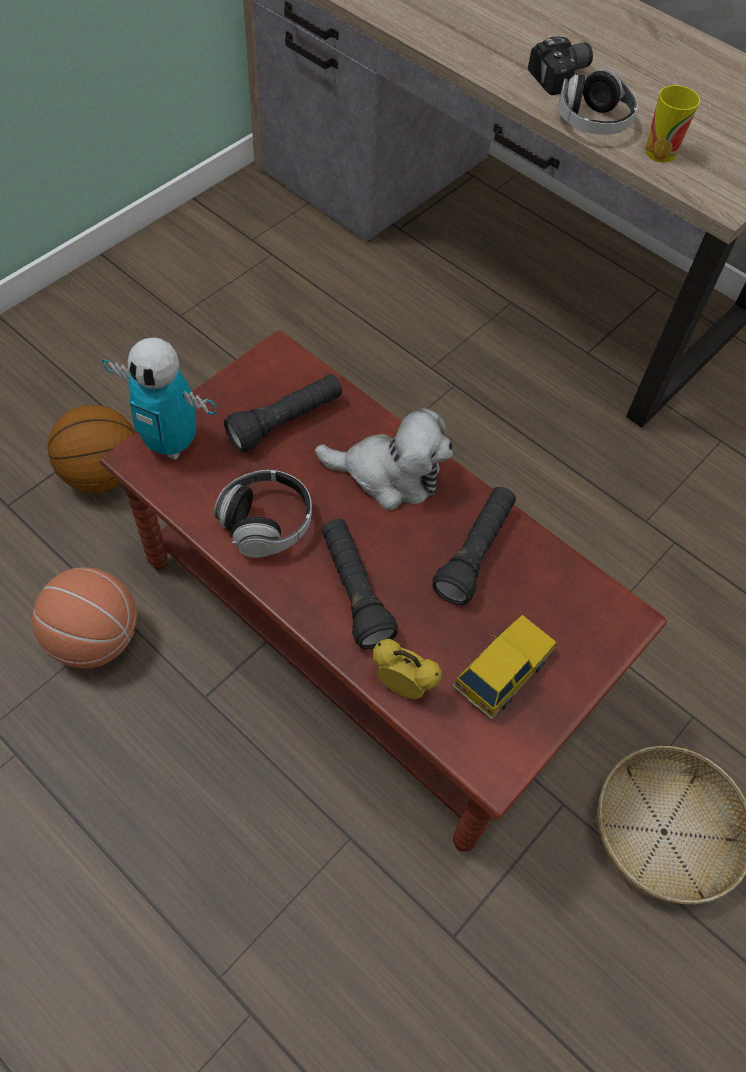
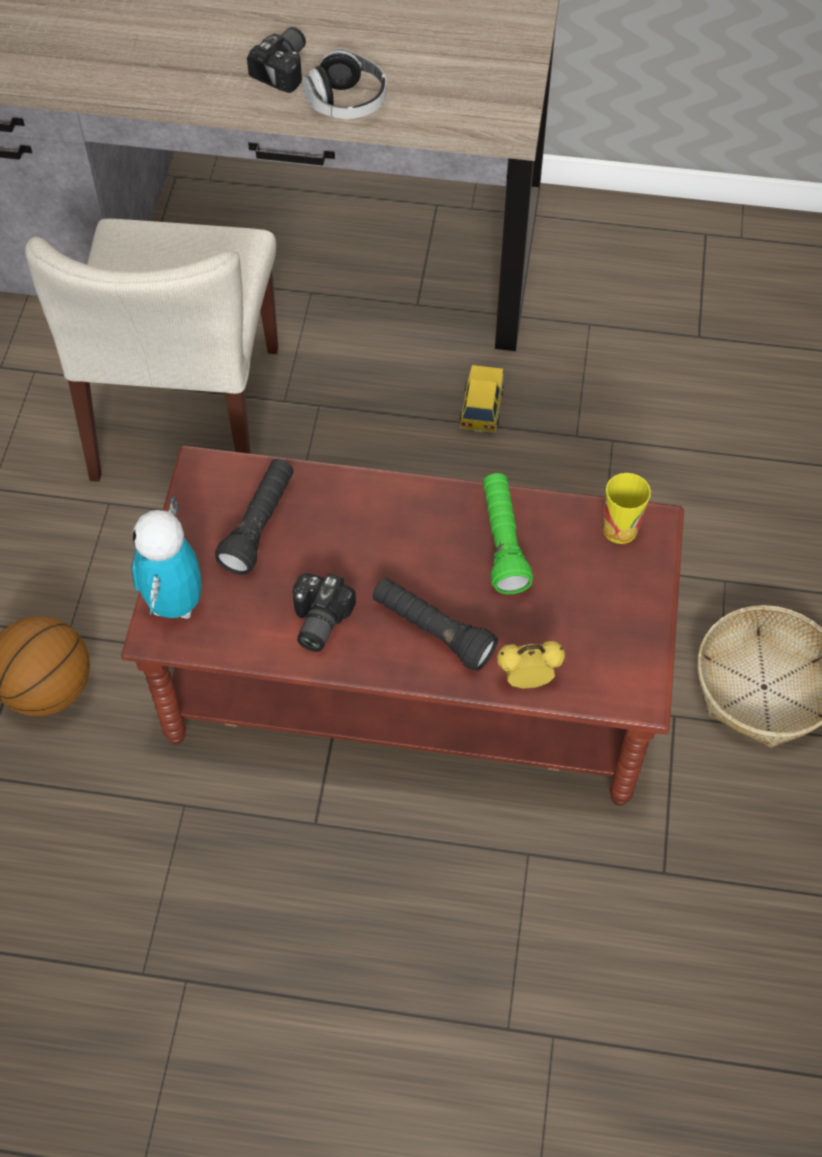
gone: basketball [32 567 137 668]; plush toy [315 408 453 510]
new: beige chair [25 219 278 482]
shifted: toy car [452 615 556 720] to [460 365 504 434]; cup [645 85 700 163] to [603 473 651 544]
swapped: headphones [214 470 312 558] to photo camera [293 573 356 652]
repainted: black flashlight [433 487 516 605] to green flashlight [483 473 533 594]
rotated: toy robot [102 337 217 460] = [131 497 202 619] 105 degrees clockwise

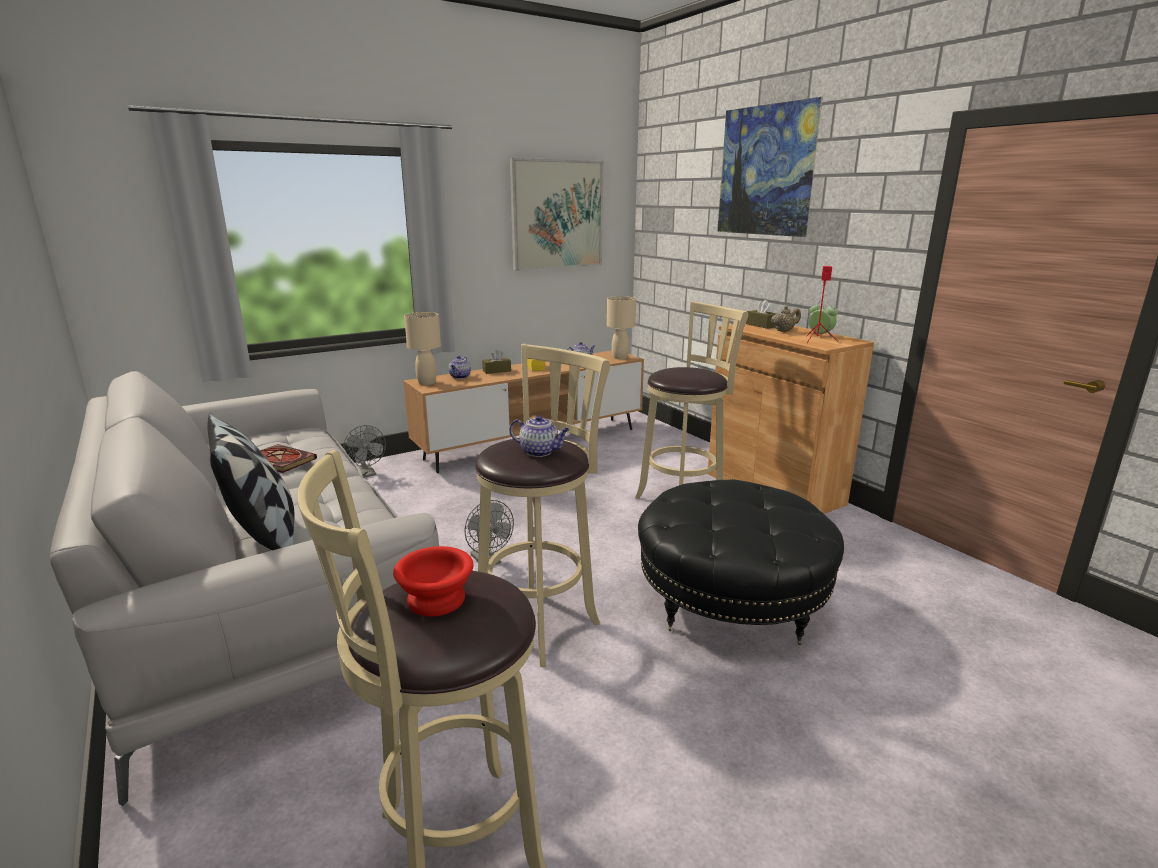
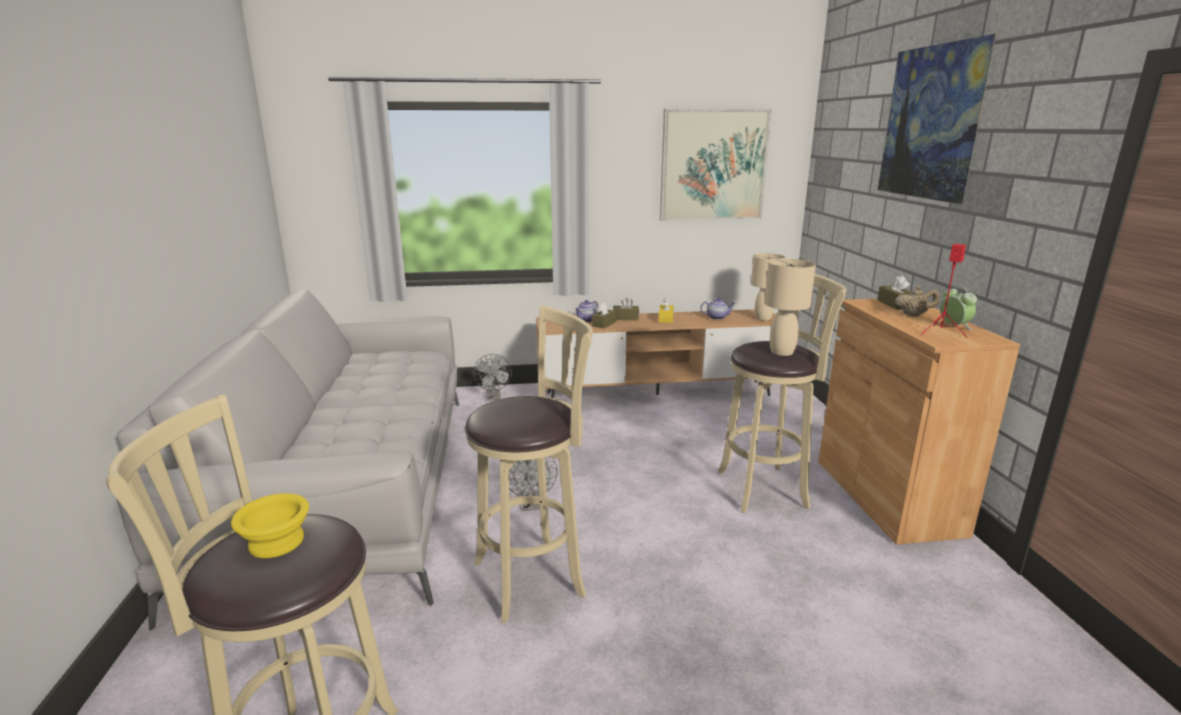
gone: pillow [207 413 295 550]; book [260 444 317 473]; teapot [509 415 570 457]; black ottoman [638 480 844 645]
new: brown tissue box [592 302 617 328]
shifted: beige table lamp [404 312 441 385] to [764 258 816 356]
repainted: red bowl [393 546 473 617] to yellow bowl [231 493 309 558]

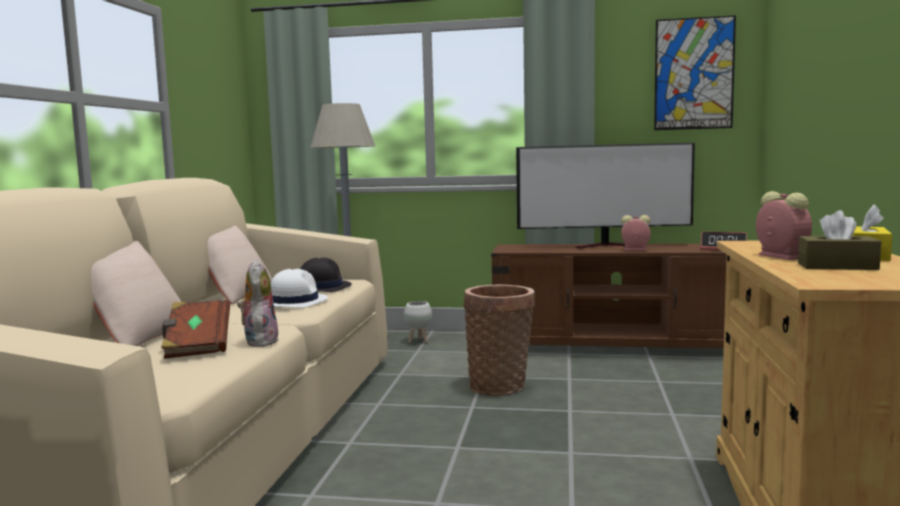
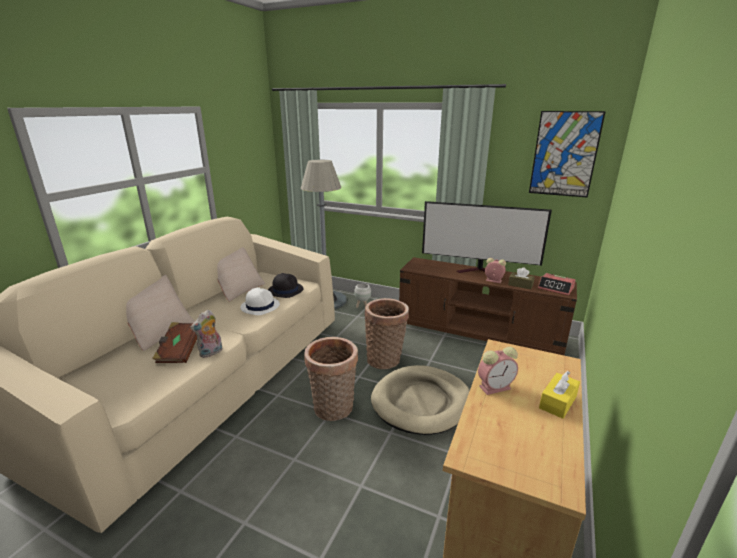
new: basket [304 337 358 421]; beige dog bed [371 365 470 435]
shifted: brown tissue box [798 210 881 270] to [508 267 535 289]
rotated: plush toy [237 259 279 347] = [190 310 222 358] 150 degrees counterclockwise; alarm clock [756 191 812 260] = [478 347 518 395] 75 degrees clockwise

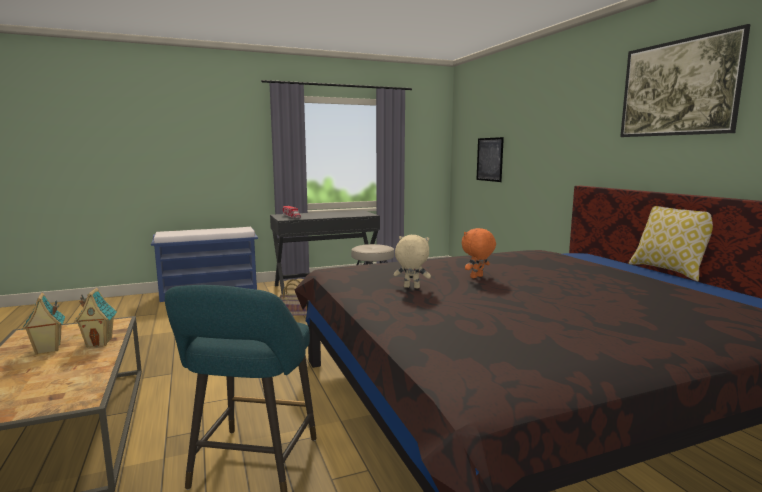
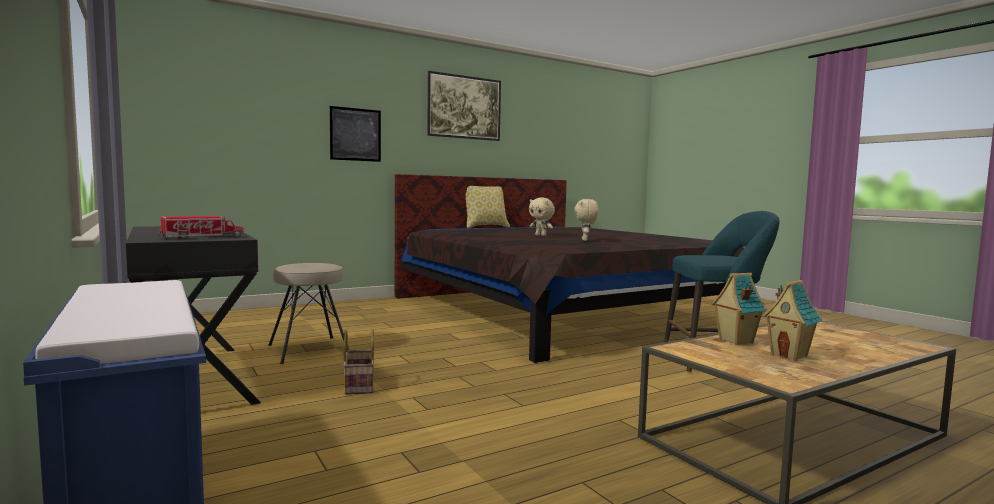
shifted: picture [476 137 504 182] to [330 106 381 162]
repainted: orange plush toy [462 228 496 278] to beige plush toy [529 197 555 236]

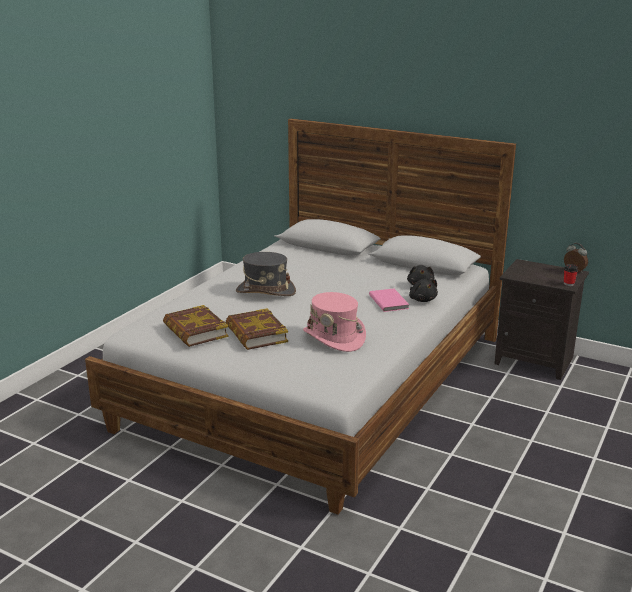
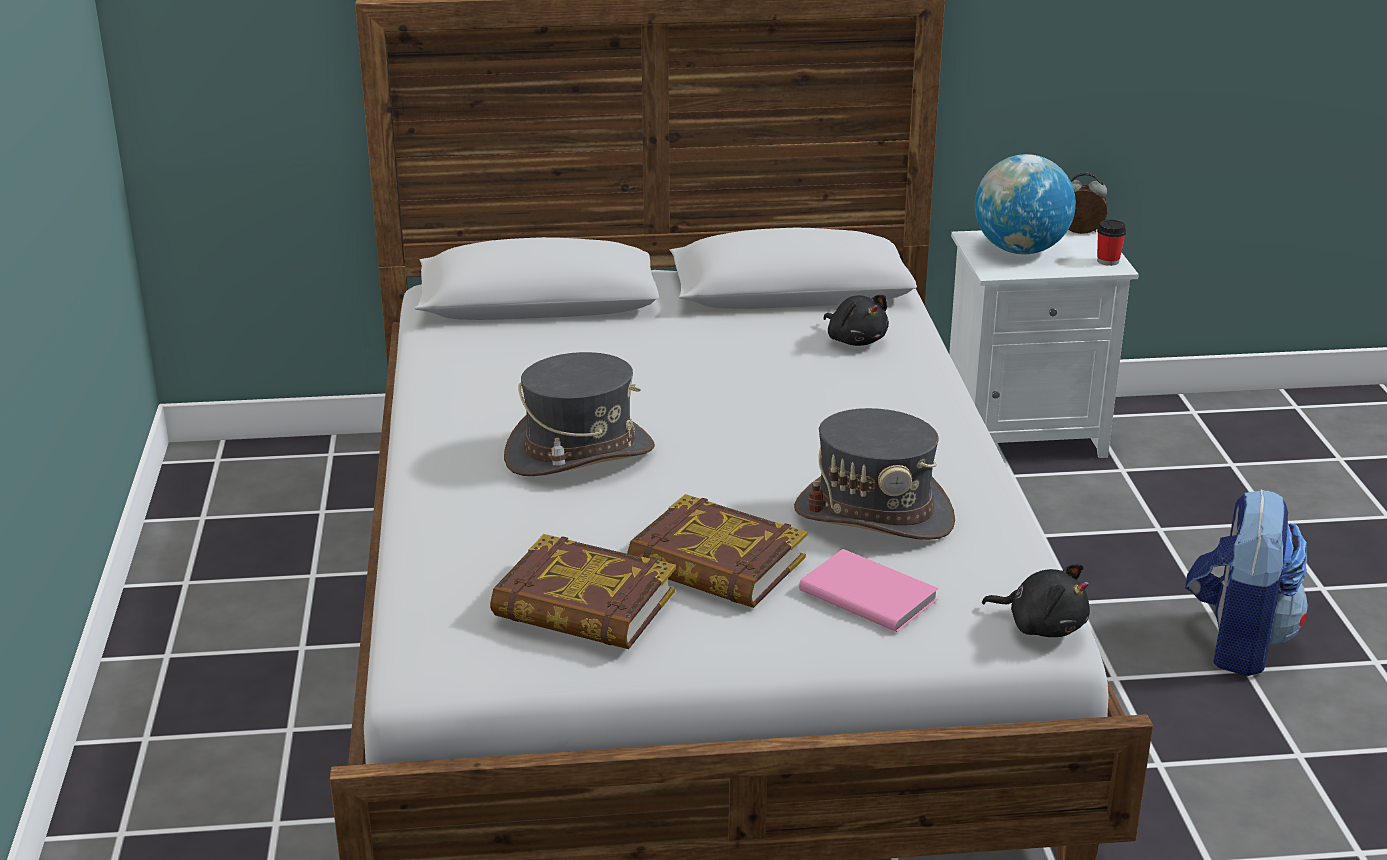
new: globe [975 154 1076 254]; backpack [1185 489 1308 676]
shifted: pink book [369 288 409 312] to [799 549 939 632]; black plush toy [409 279 438 302] to [982 564 1090 637]
repainted: pink hat [303 292 366 352] to grey hat [794 408 955 540]; black nightstand [494 259 589 380] to white nightstand [949 229 1139 458]

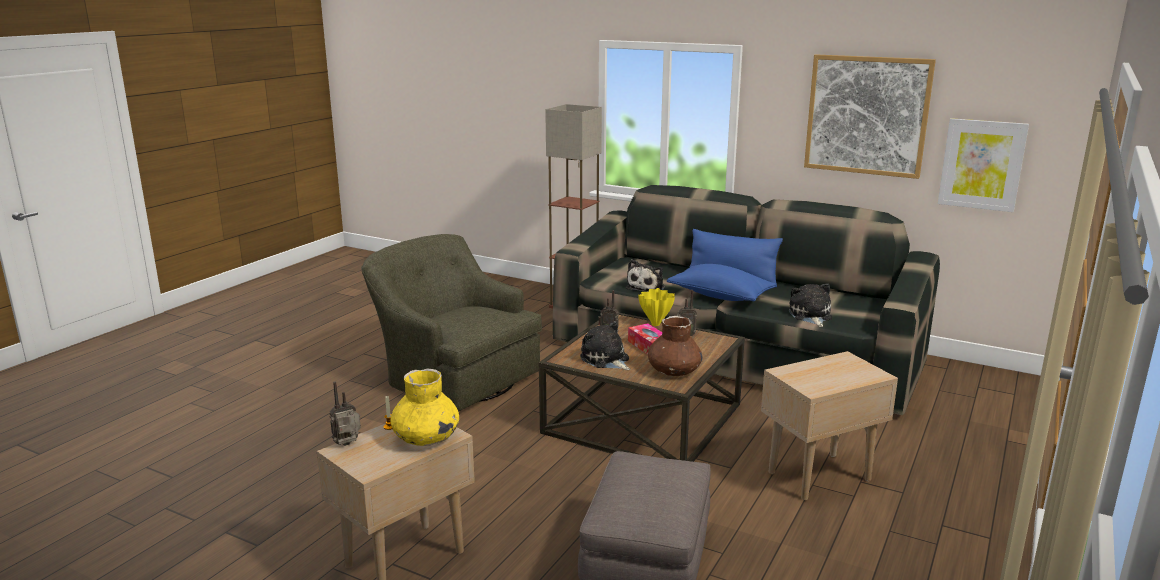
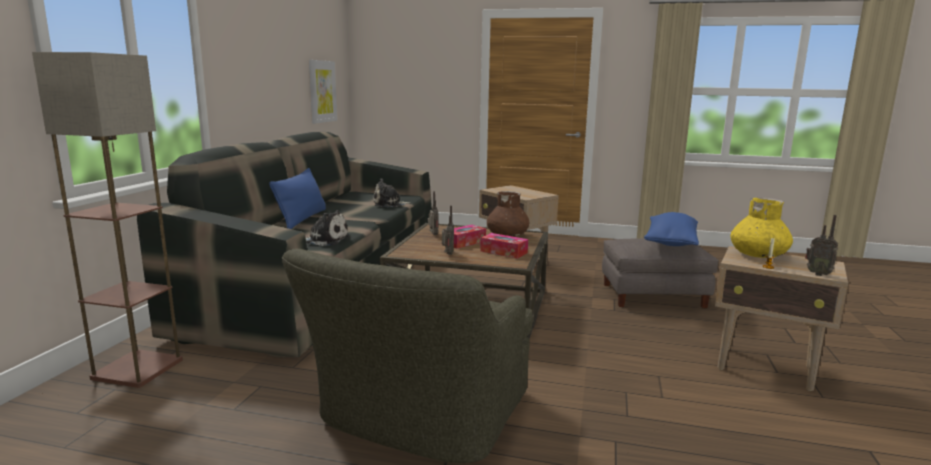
gone: yellow vase [638 288 675 326]; picture [804 54 936 179]
shifted: blue pillow [667 264 776 301] to [644 212 699 246]
swapped: plush toy [580 321 630 370] to tissue box [480 233 528 259]

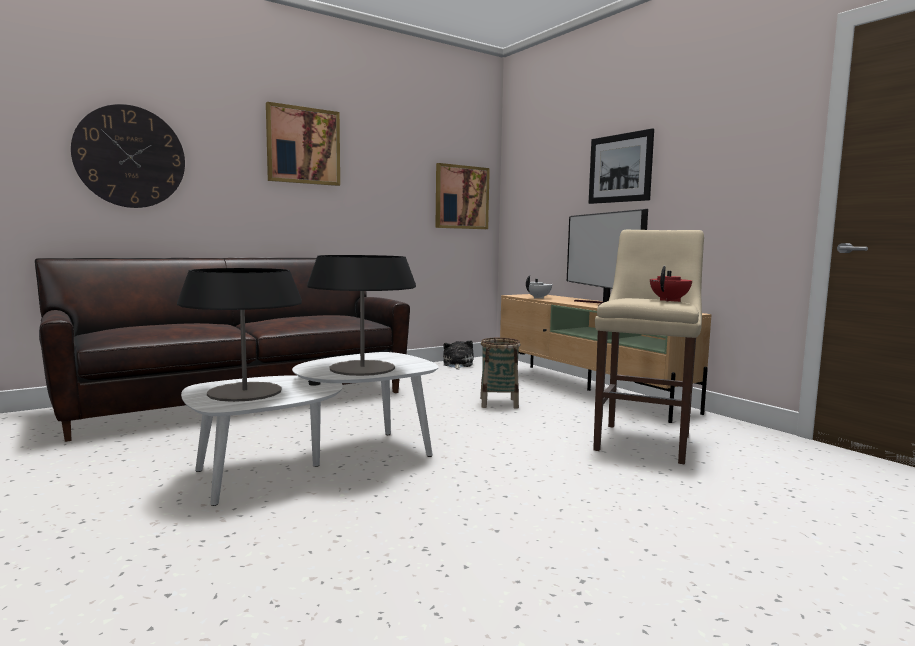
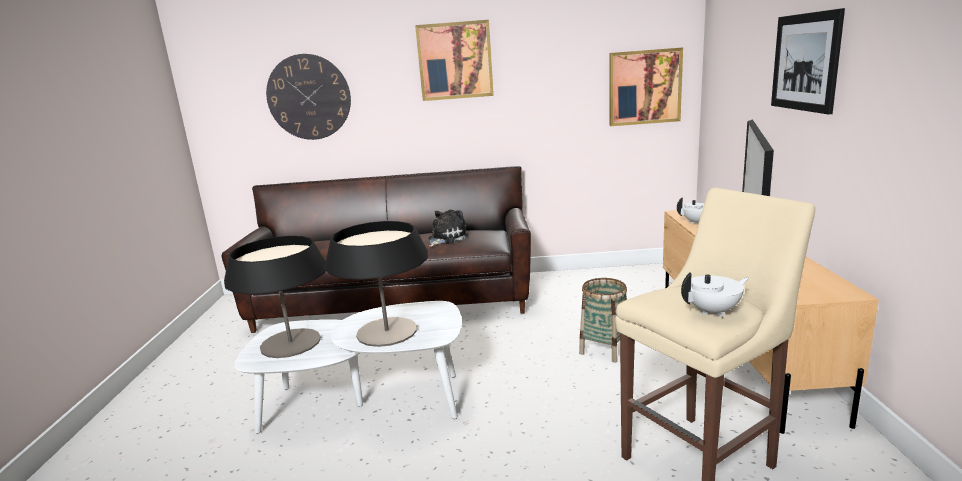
shifted: plush toy [443 340 474 370] to [428 210 469 247]
repainted: red teapot [650 266 692 302] to white teapot [681 272 749 317]

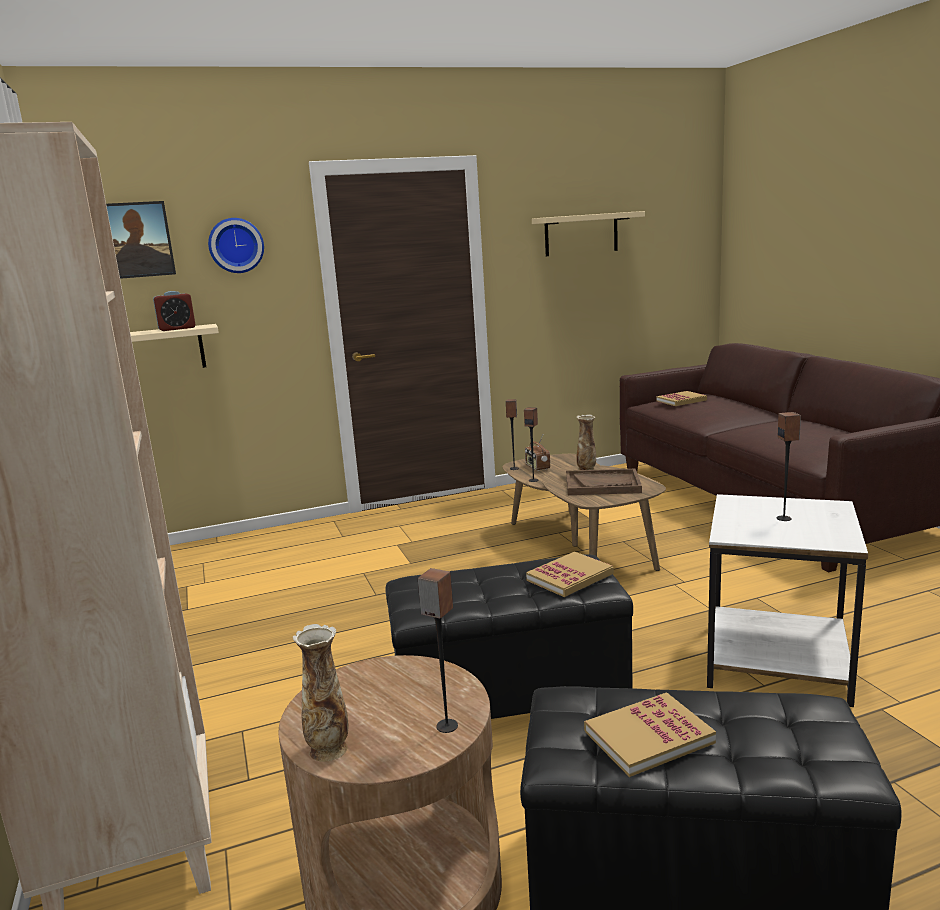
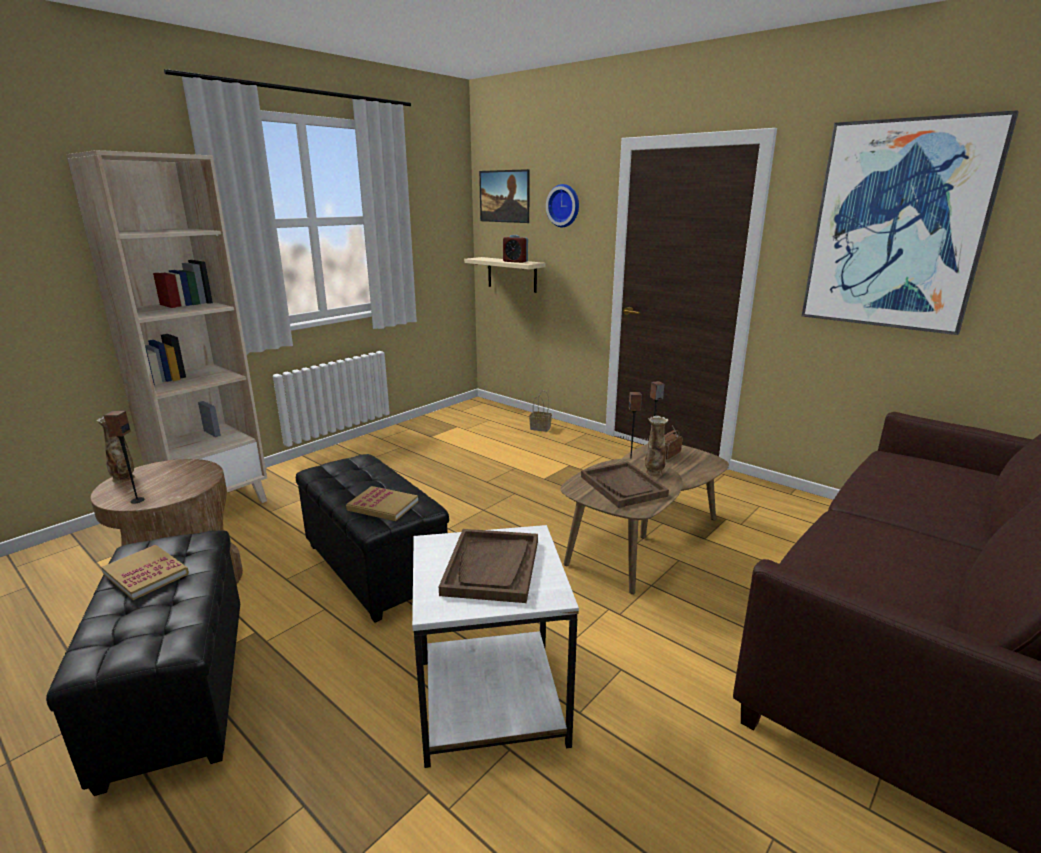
gone: book [656 391 707 406]
new: basket [529 390 552 432]
swapped: beige shelf [532 211 645 256] to picture [802 110 1019 335]; speaker [777 412 801 521] to brown tray [439 529 538 603]

